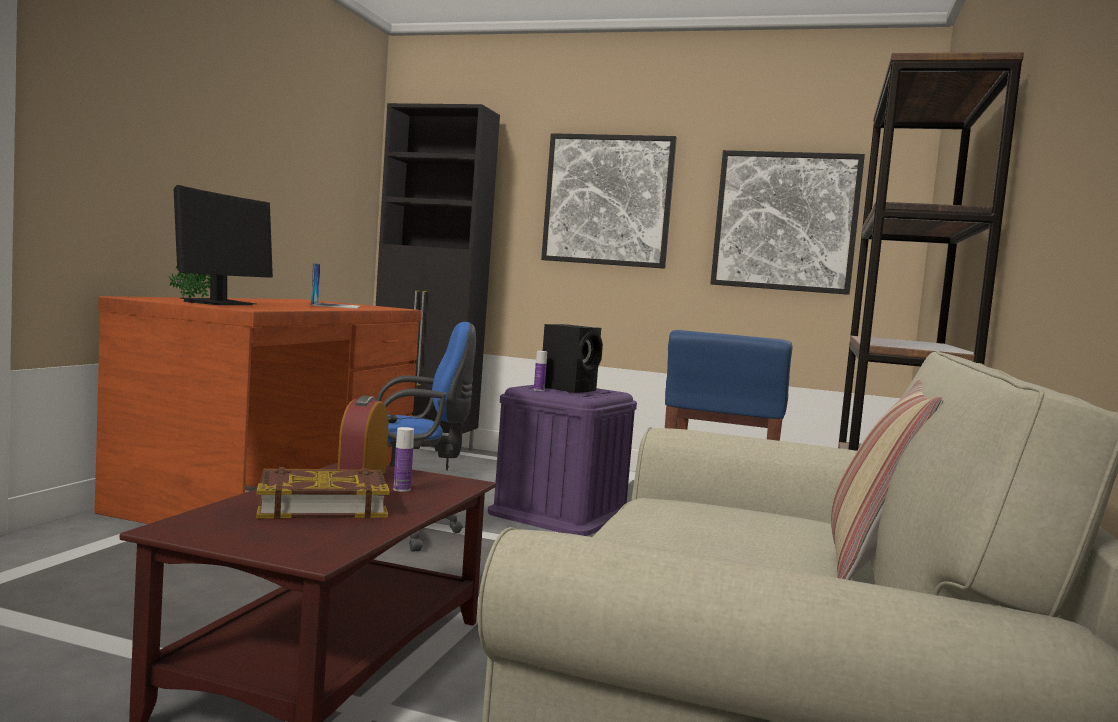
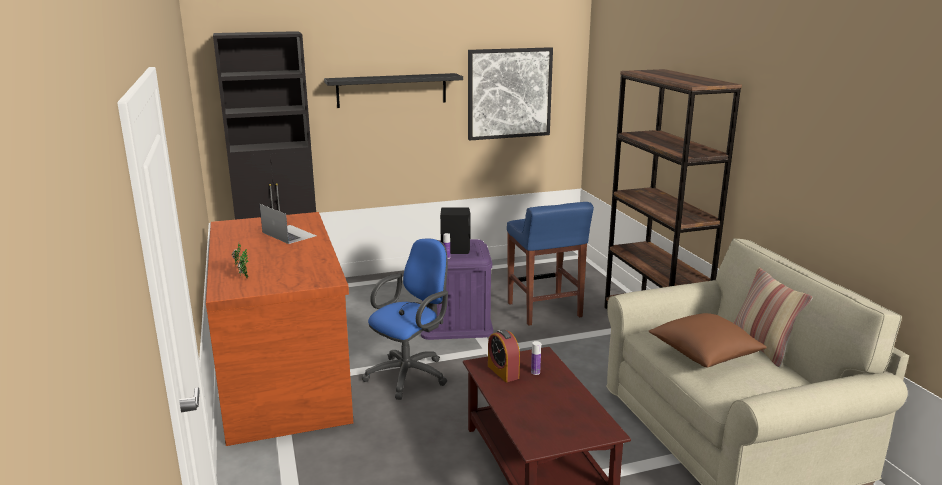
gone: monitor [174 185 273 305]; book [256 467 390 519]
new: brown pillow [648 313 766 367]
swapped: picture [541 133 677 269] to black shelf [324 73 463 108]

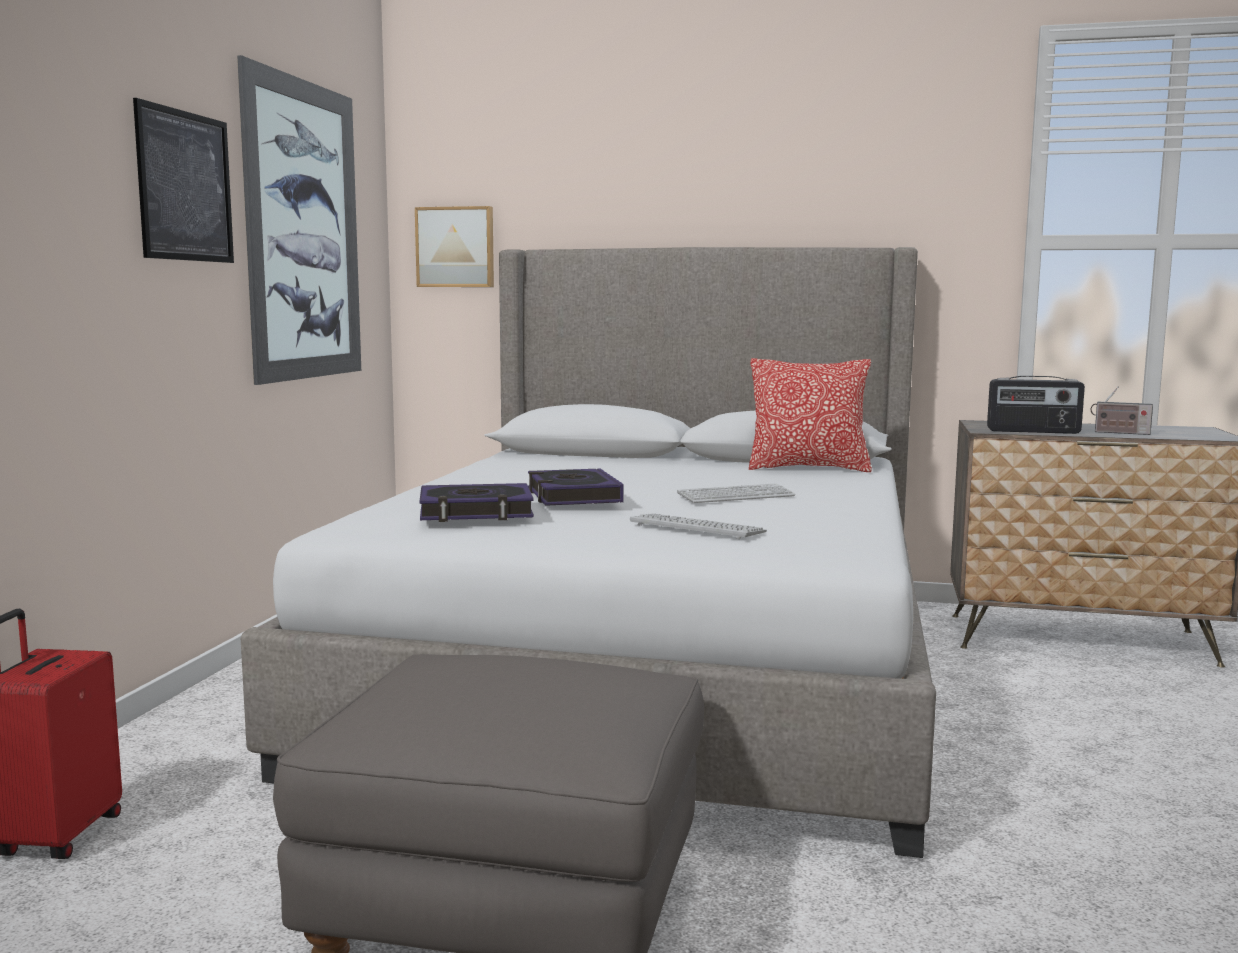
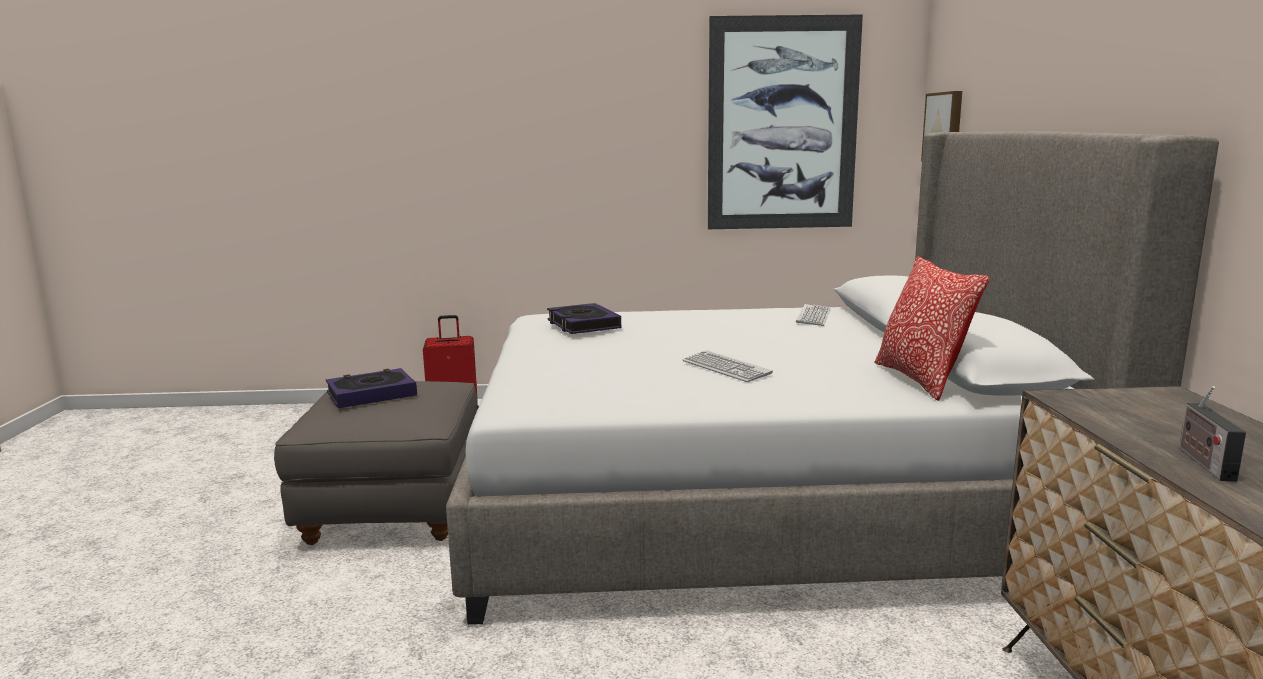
gone: picture [133 98 234 263]; radio [987 376 1085 434]
shifted: book [528 468 624 506] to [326 368 417 408]; keyboard [630 513 767 539] to [796 304 831 326]

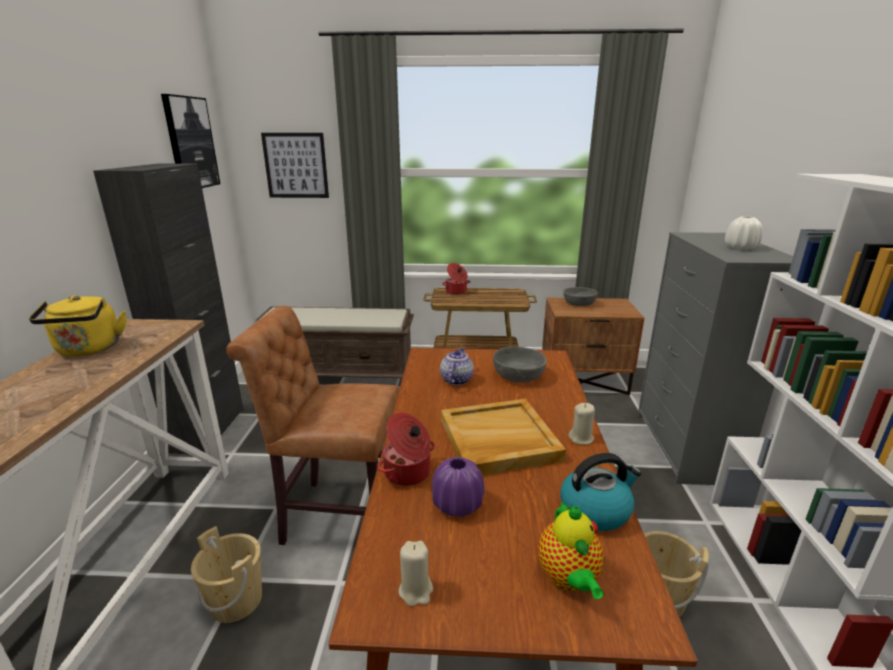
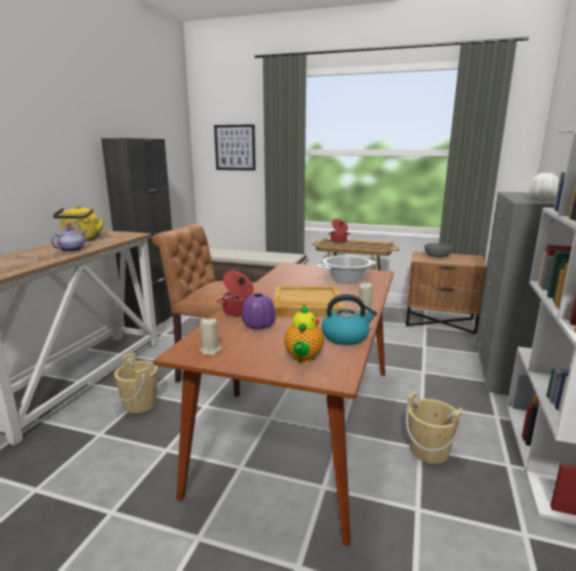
gone: picture [161 94 220 188]
shifted: teapot [440 347 474 385] to [51 227 87 252]
swapped: grey bowl [493 347 547 383] to cooking pot [317 255 376 284]

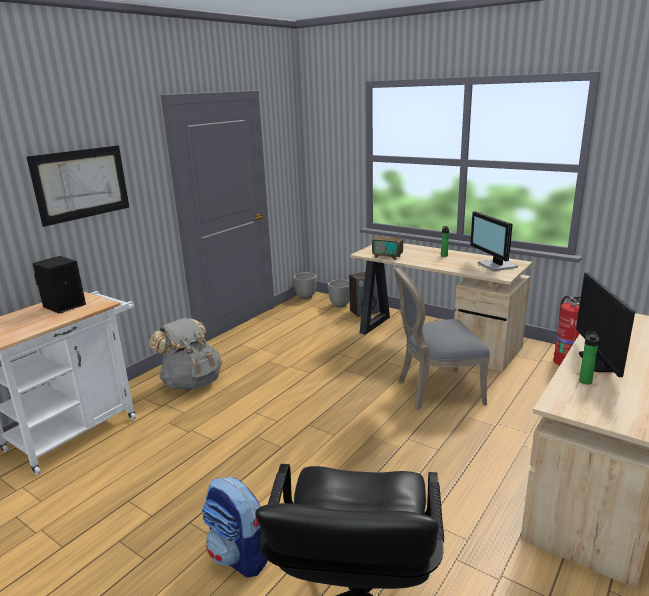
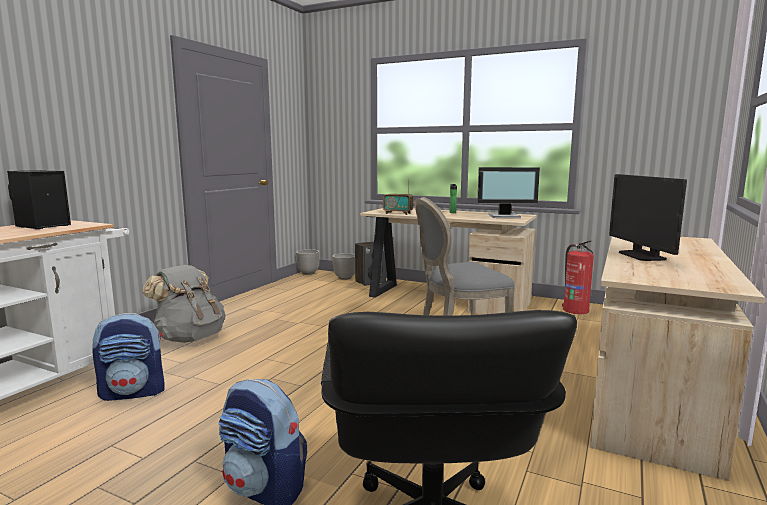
gone: picture [27 145 129 227]; bottle [579 331 599 385]
new: backpack [92 313 164 401]
rotated: monitor [470 211 518 271] = [477 167 540 218] 60 degrees counterclockwise

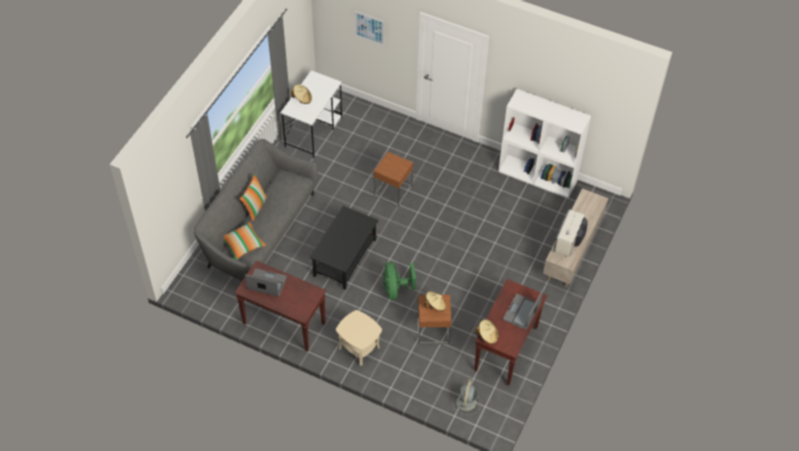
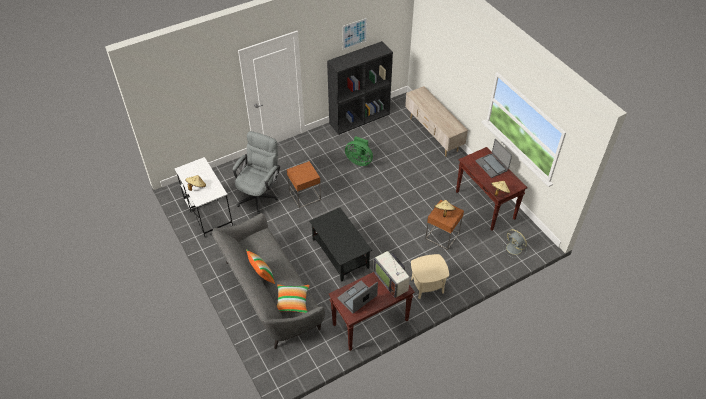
new: grey office chair [233 131 280 214]
shifted: picture [355 11 385 45] to [342 18 367 50]; green fan [383 262 416 300] to [345 136 373 166]; television [553 209 588 257] to [373 251 410 298]
repainted: white bookcase [498 89 591 198] to black bookcase [327 41 393 135]

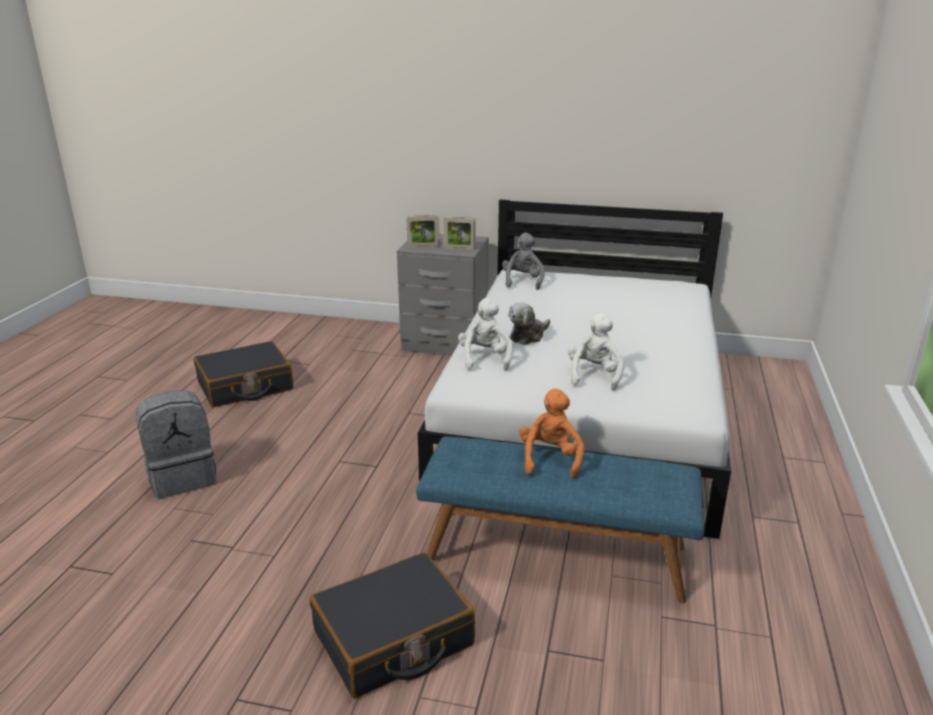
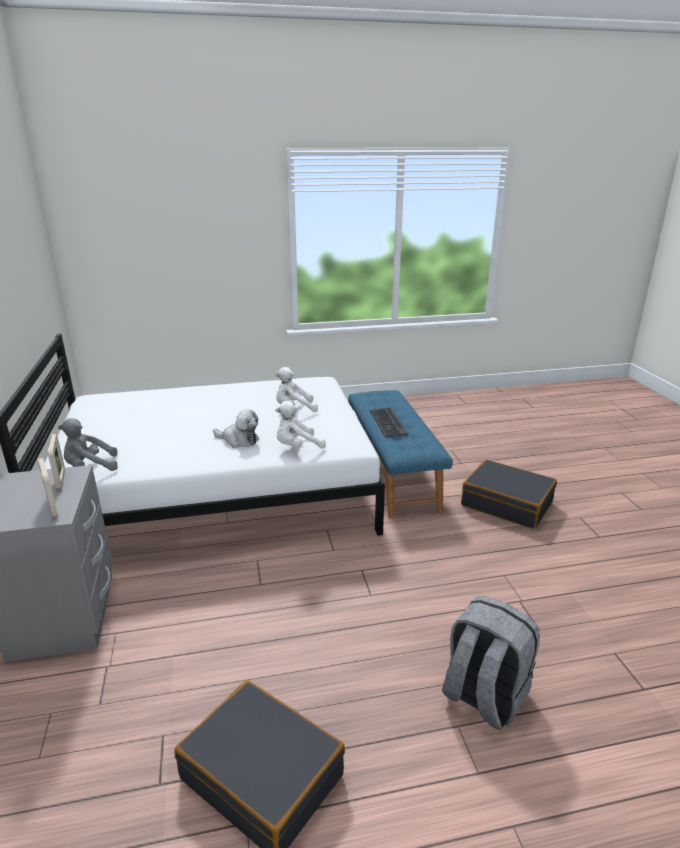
swapped: orange plush toy [519 389 584 479] to keyboard [370 407 408 438]

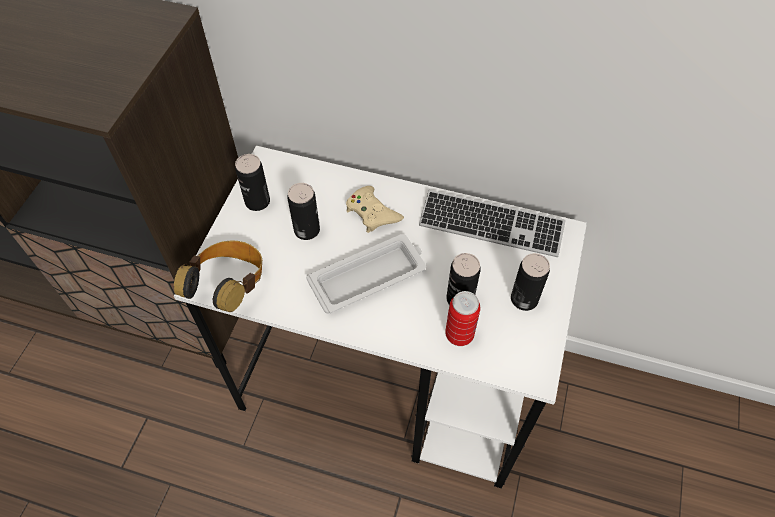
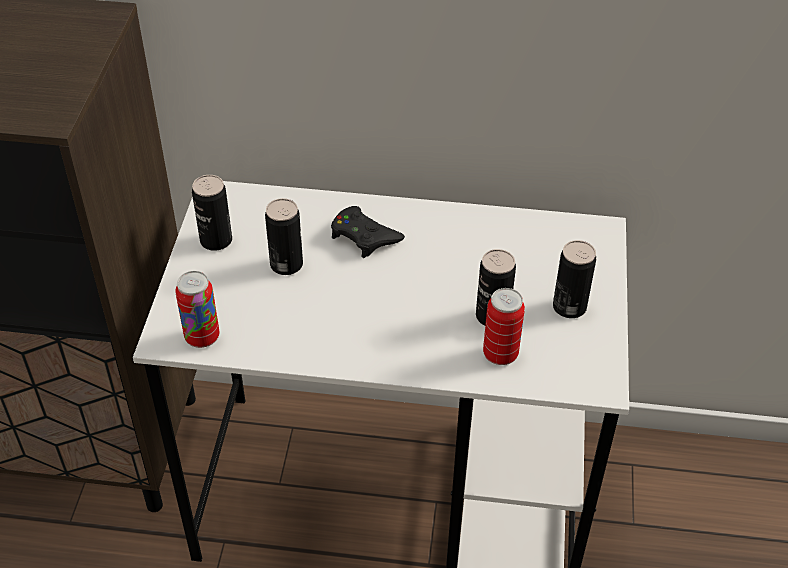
gone: white tray [306 234 426 314]; keyboard [419 190 566 257]
swapped: headphones [174 241 262 312] to can [175 271 219 348]
repainted: beige game controller [346 186 404 233] to black game controller [331 206 405 258]

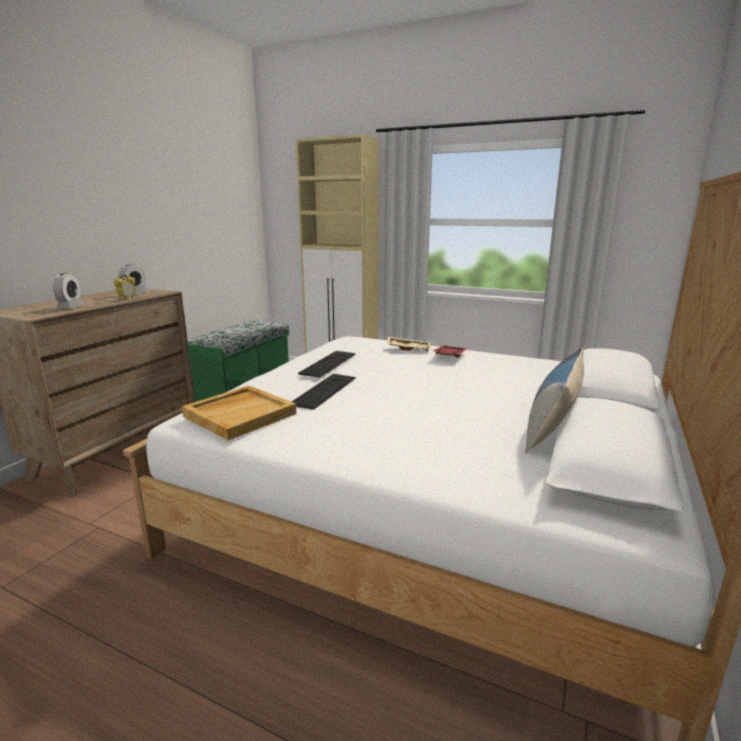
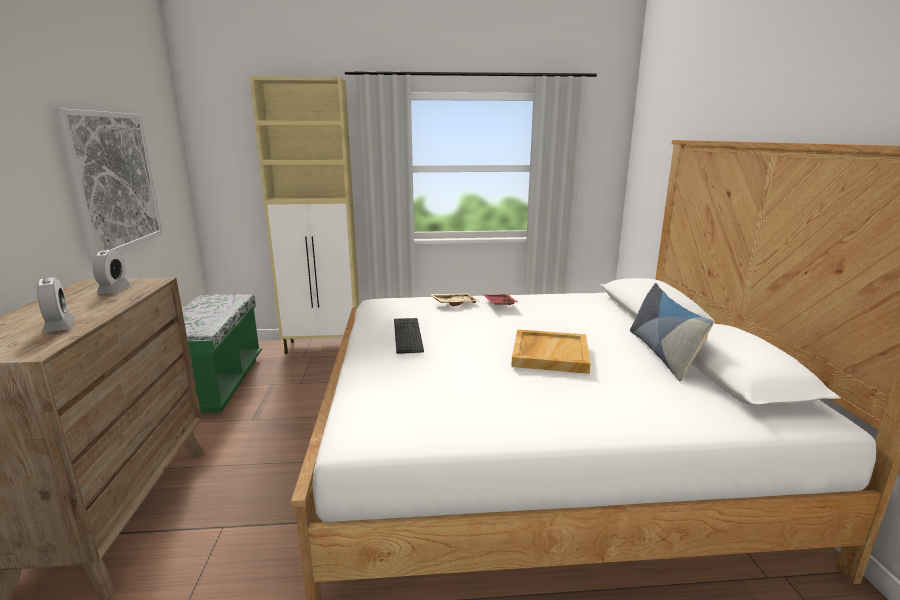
gone: alarm clock [113 274 135 300]; keyboard [292 374 356 410]
new: picture [54 108 163 261]
shifted: beige tray [182 386 297 441] to [511 329 590 374]

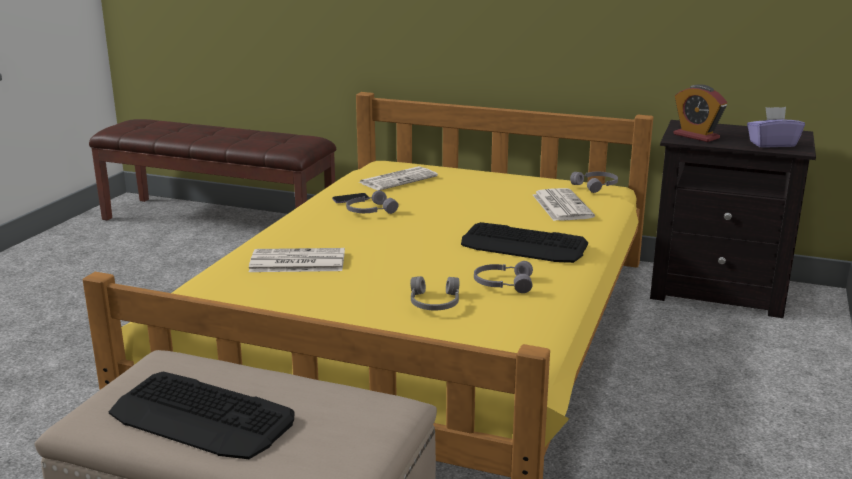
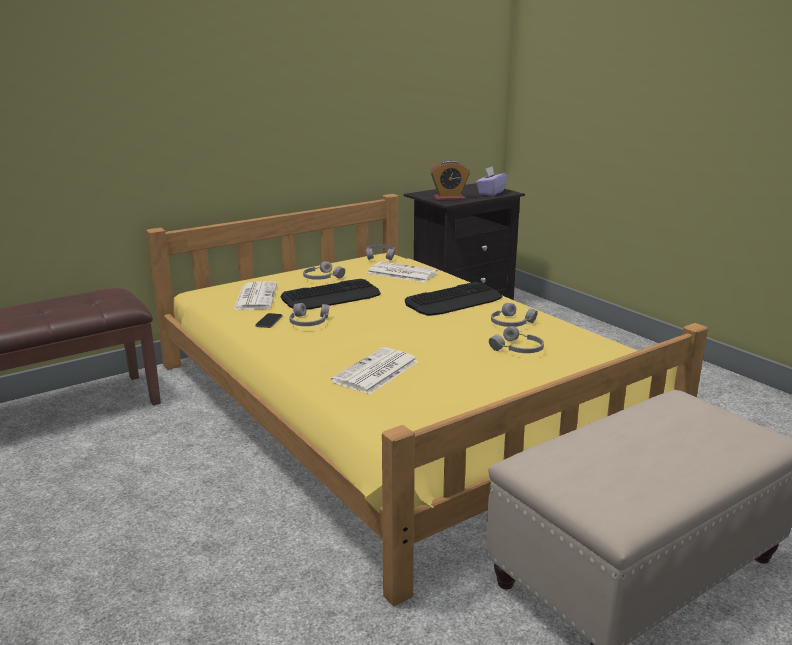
new: grey headphones [303 261 345 280]
shifted: keyboard [109 372 294 459] to [281 279 381 310]

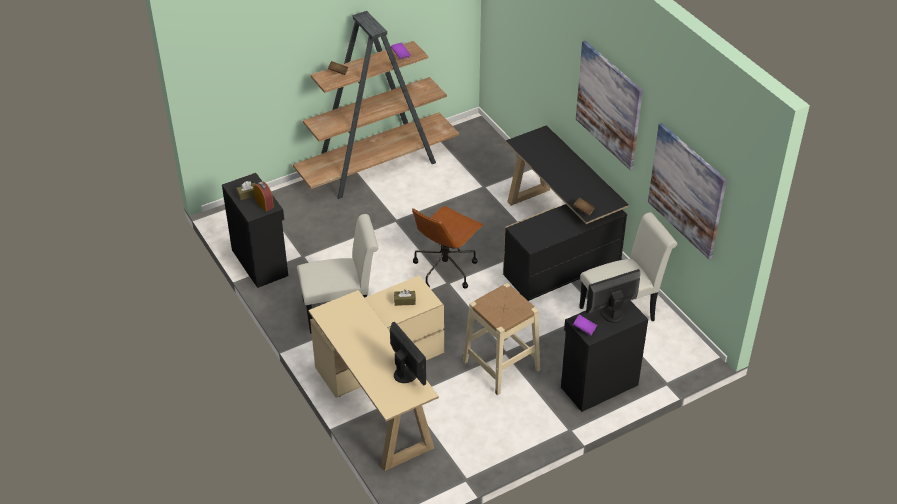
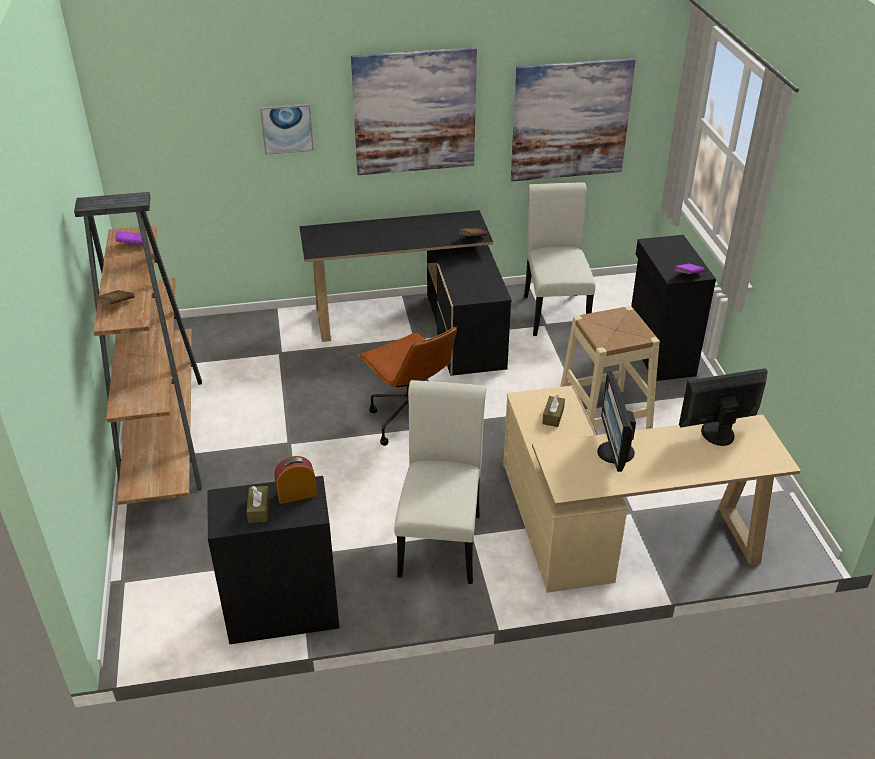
new: picture [260 104 314 155]
shifted: monitor [586 269 640 323] to [597 371 636 472]

